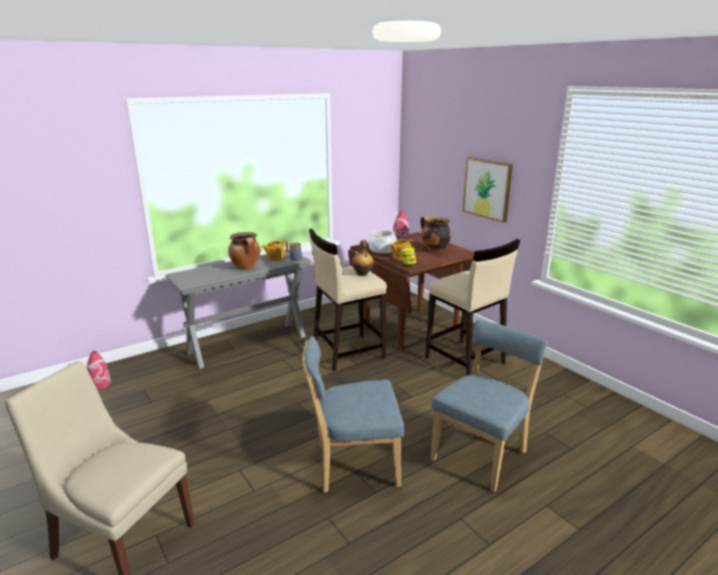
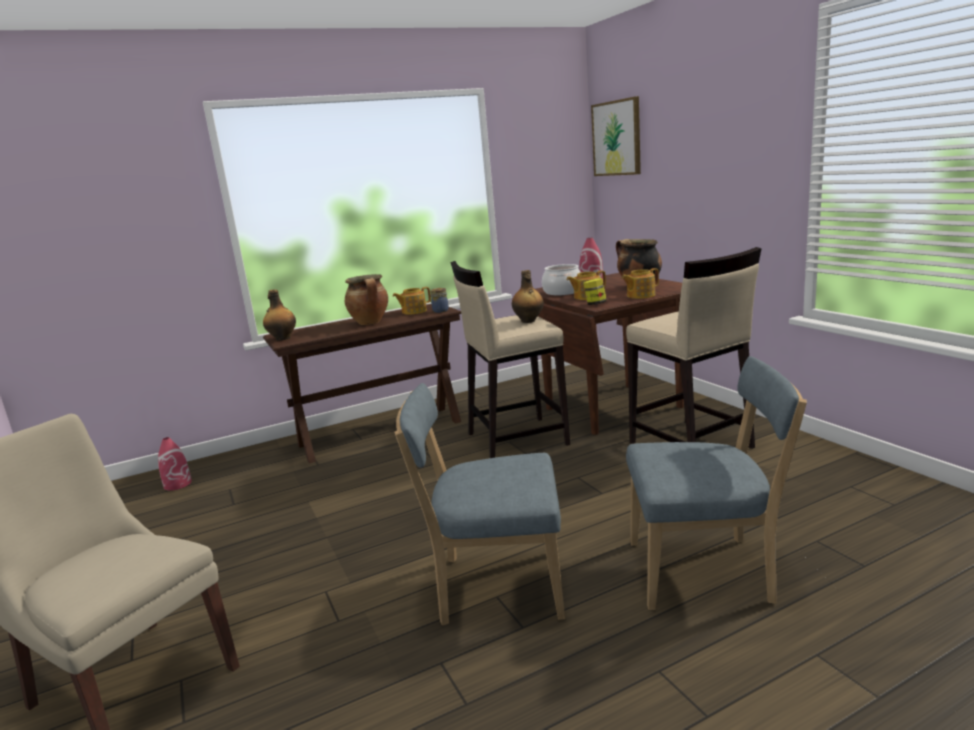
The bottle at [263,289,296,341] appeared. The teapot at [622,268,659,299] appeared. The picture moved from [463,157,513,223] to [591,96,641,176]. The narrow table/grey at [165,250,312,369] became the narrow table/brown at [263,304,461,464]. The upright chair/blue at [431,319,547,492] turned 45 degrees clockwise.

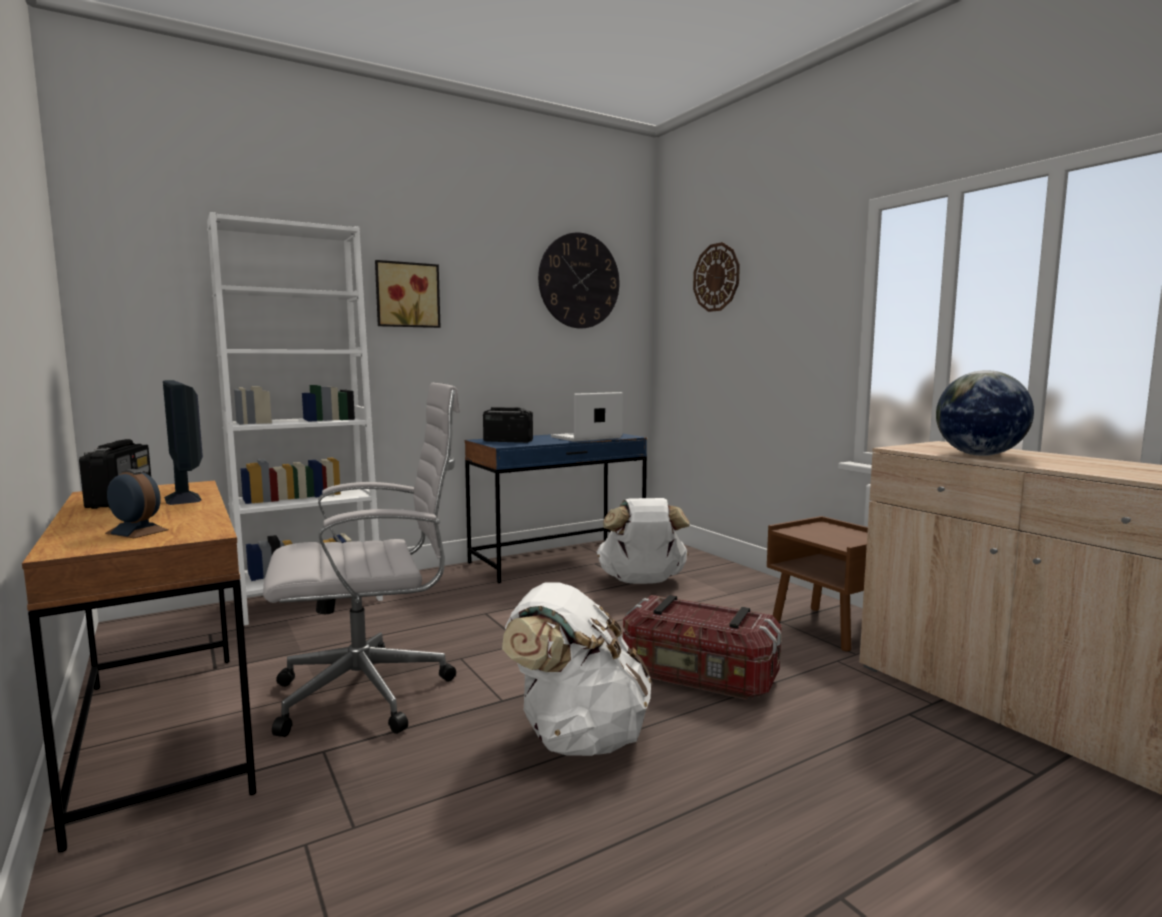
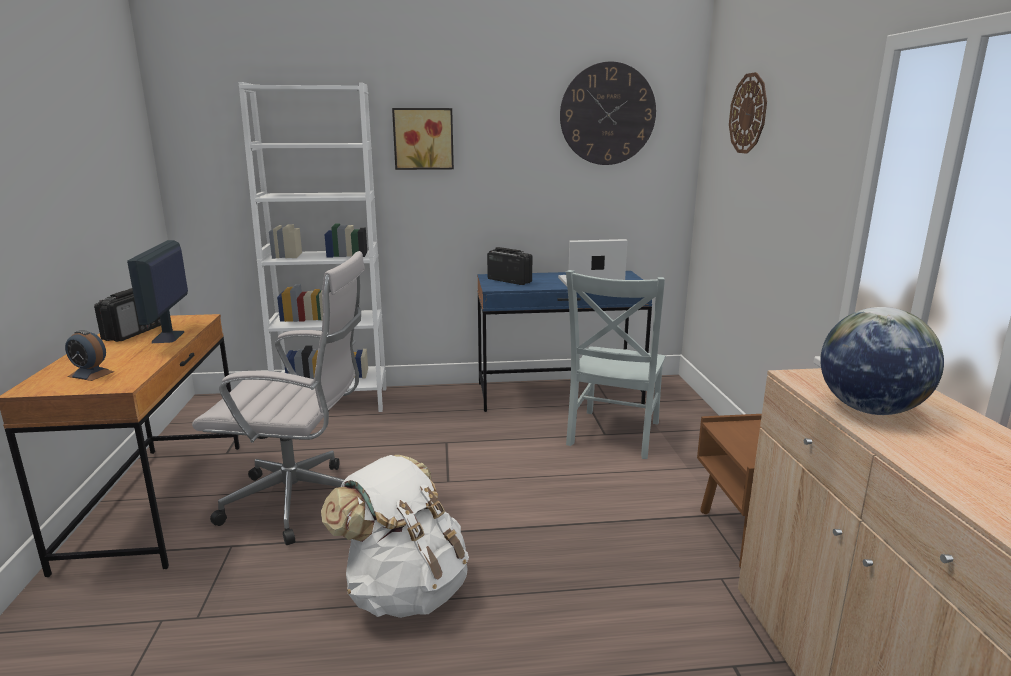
The storage bin at [623,595,782,700] disappeared. The backpack/white-coloured at [597,498,690,584] was replaced by the upright chair/grey at [566,270,665,459]. The bedside clock at [105,469,169,538] turned 150 degrees clockwise.

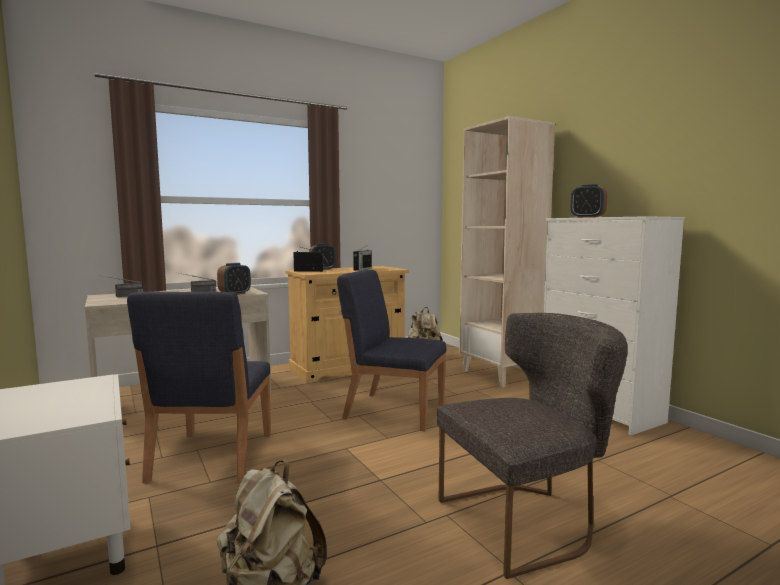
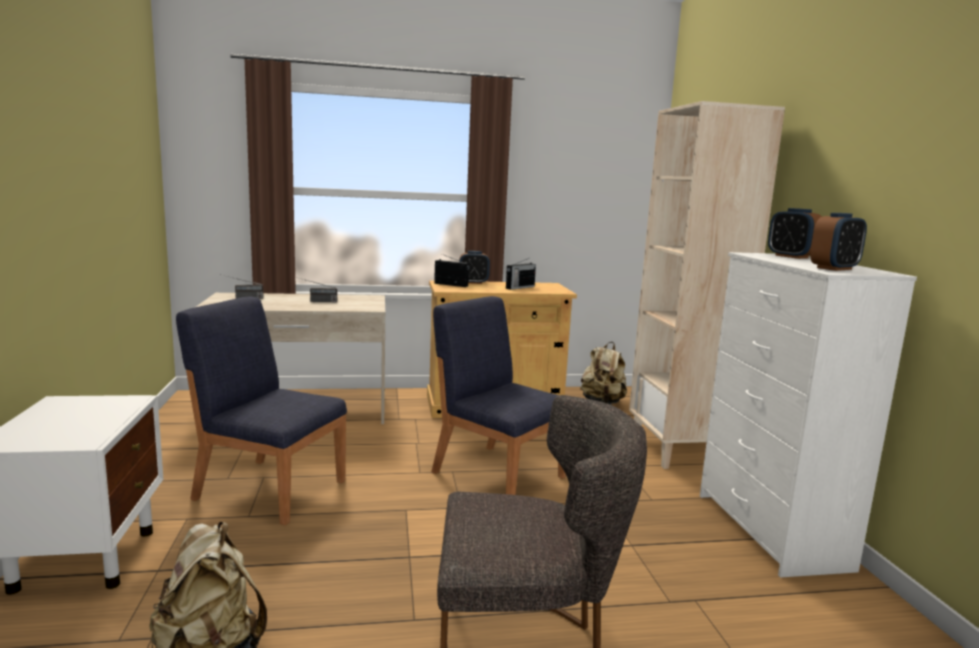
The bedside clock moved from [217,263,251,295] to [810,213,867,271]. The upright chair/blue at [127,292,271,483] turned 90 degrees clockwise.

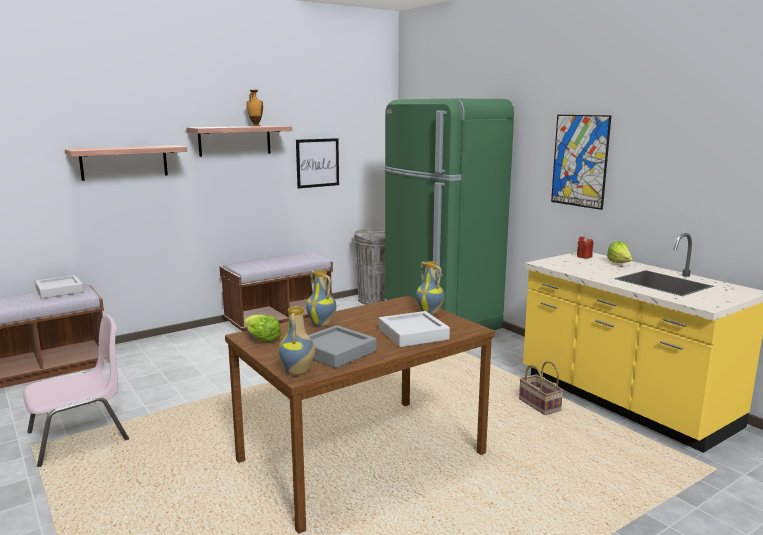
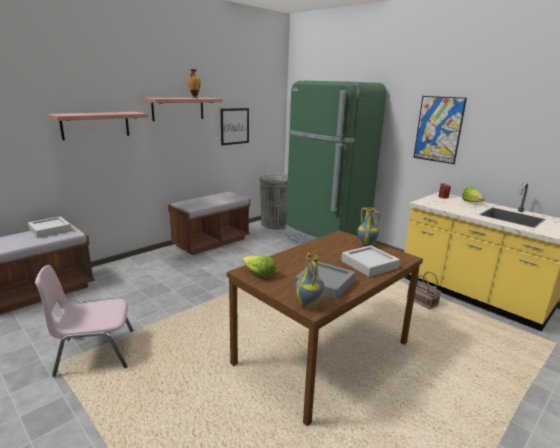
The decorative vase at [306,270,337,327] disappeared. The upright chair/pink-coloured at [23,315,129,467] turned 150 degrees counterclockwise.

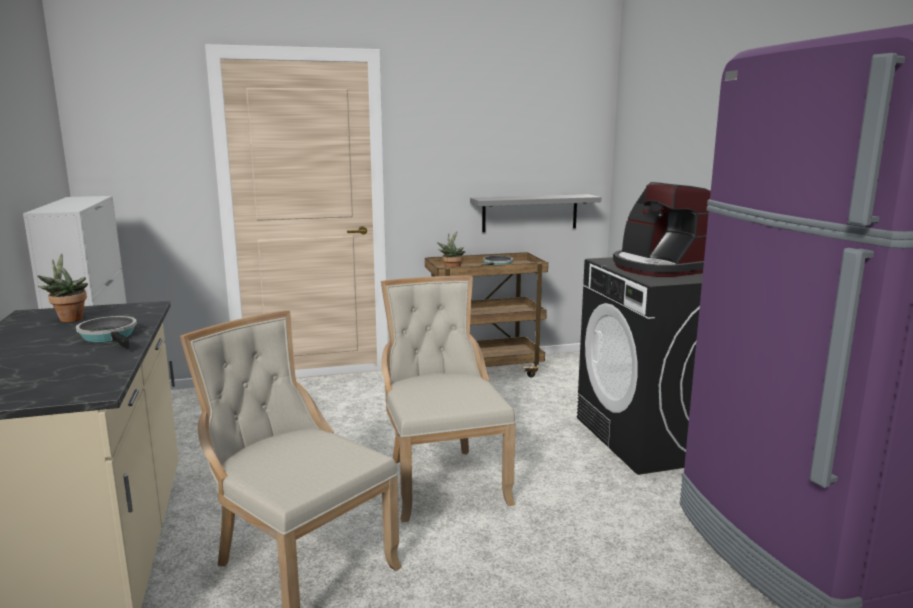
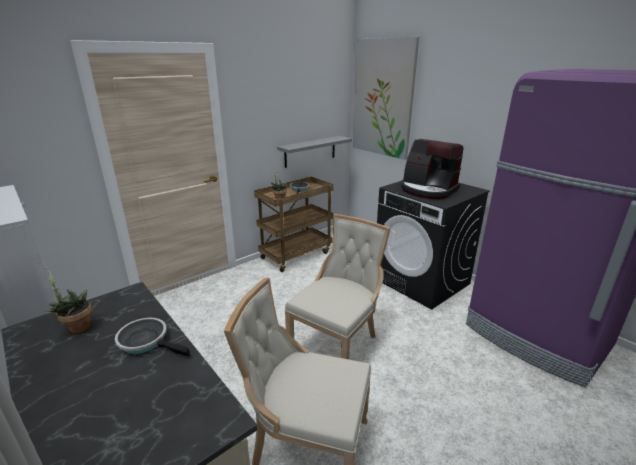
The picture at [353,37,419,160] appeared. The upright chair/beige-coloured at [381,276,516,522] turned 75 degrees clockwise.

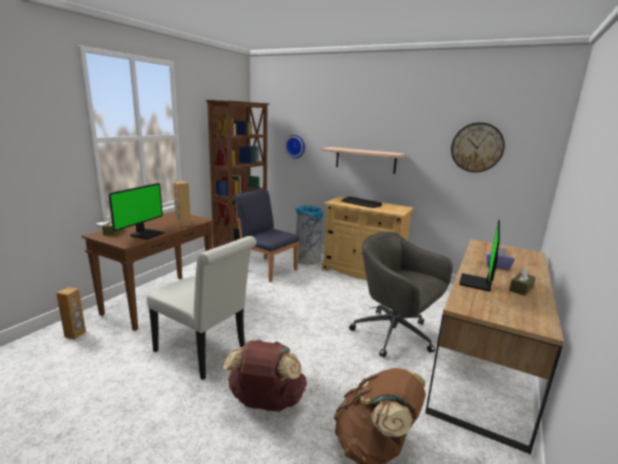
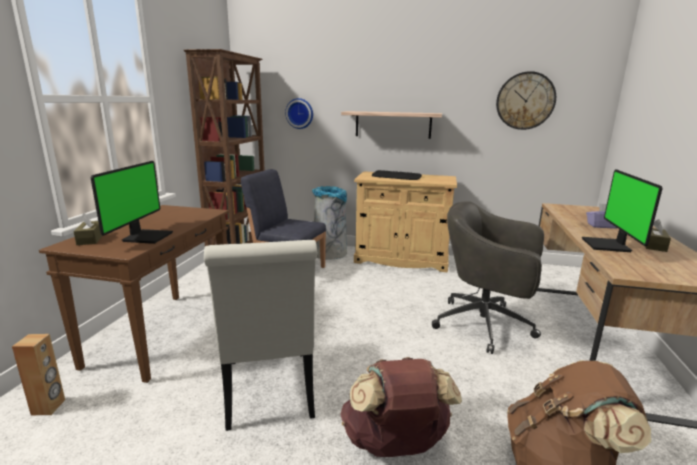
The audio speaker/brown at [173,181,191,227] disappeared. The upright chair/white-coloured at [147,236,257,380] turned 60 degrees clockwise.

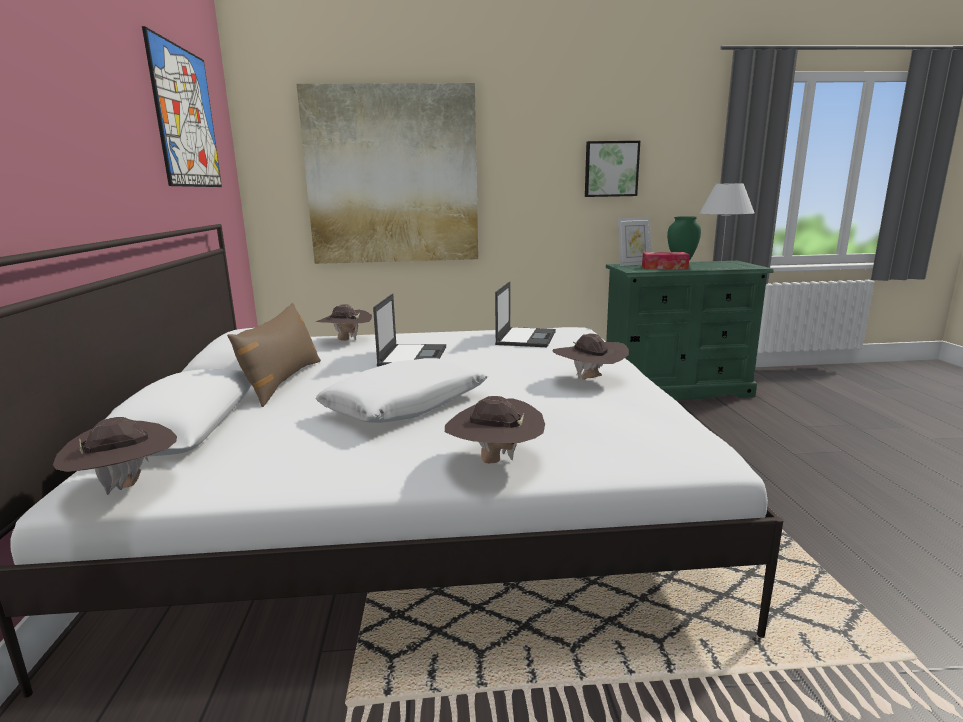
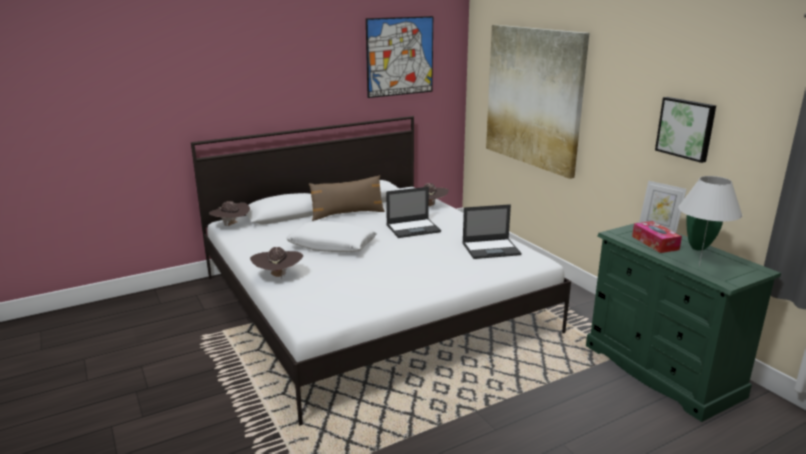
The clothing hat/brown at [552,333,629,379] disappeared.

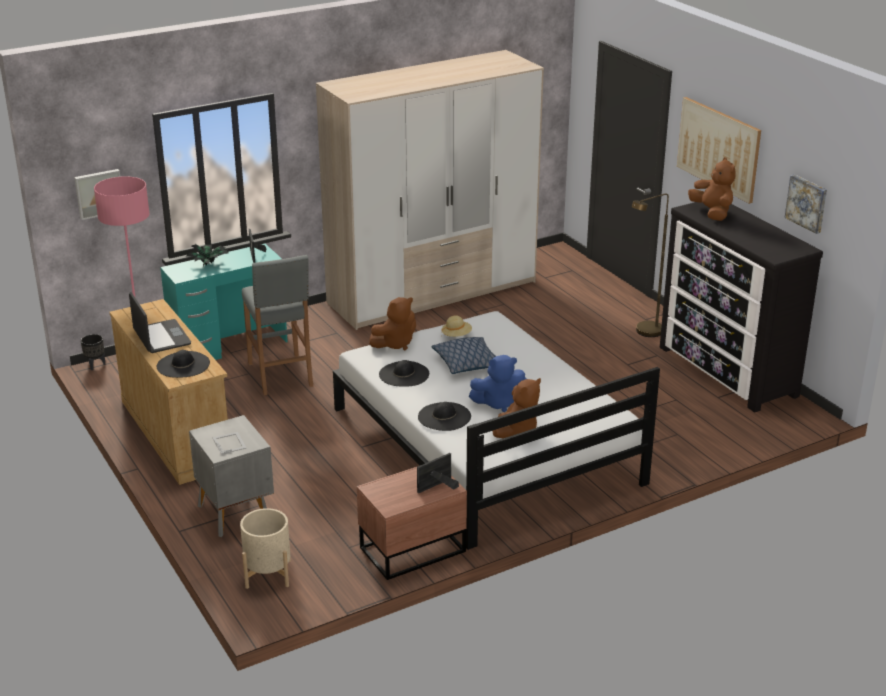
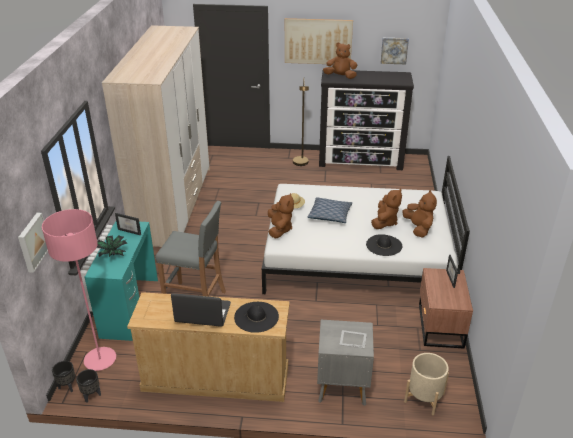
The clothing hat/black at [379,360,429,387] disappeared. The plant pot/black at [76,369,101,403] appeared. The plush toy/blue at [469,355,527,412] became the plush toy/brown at [371,189,402,229].

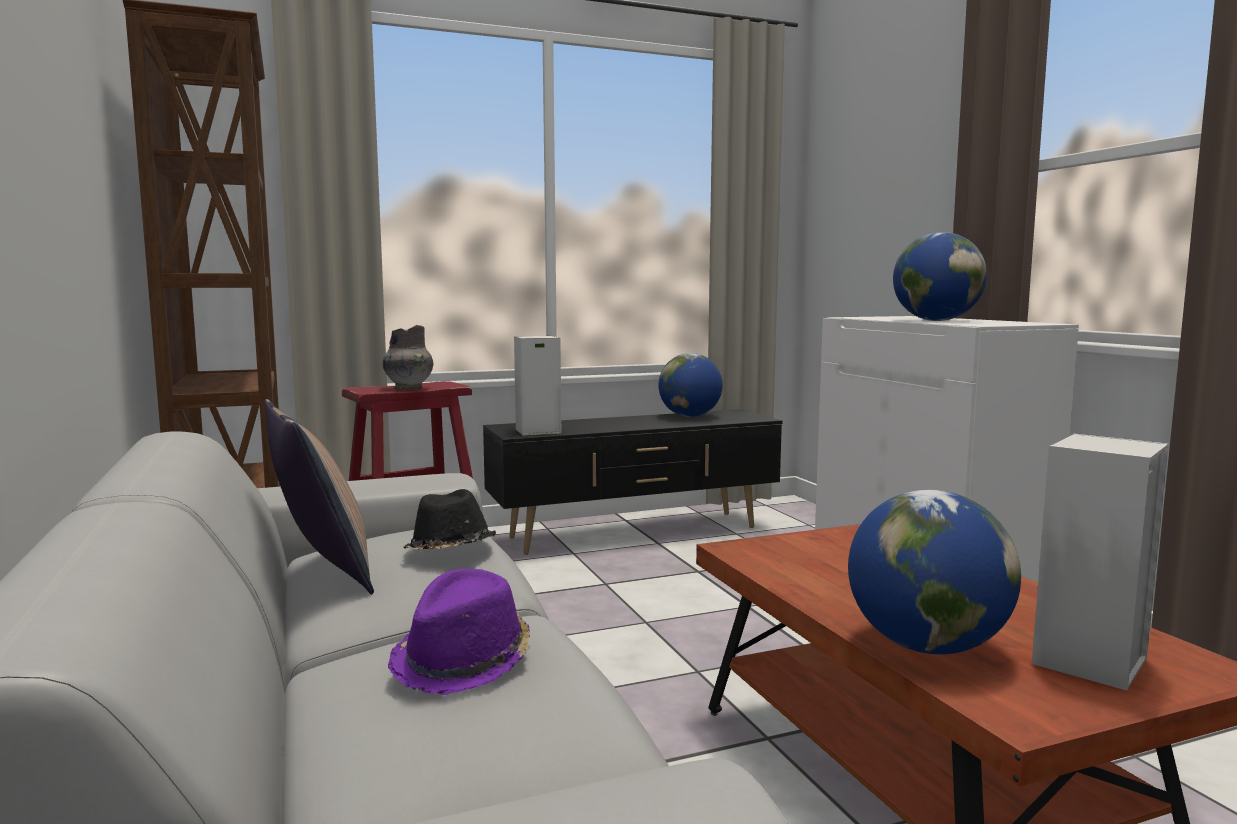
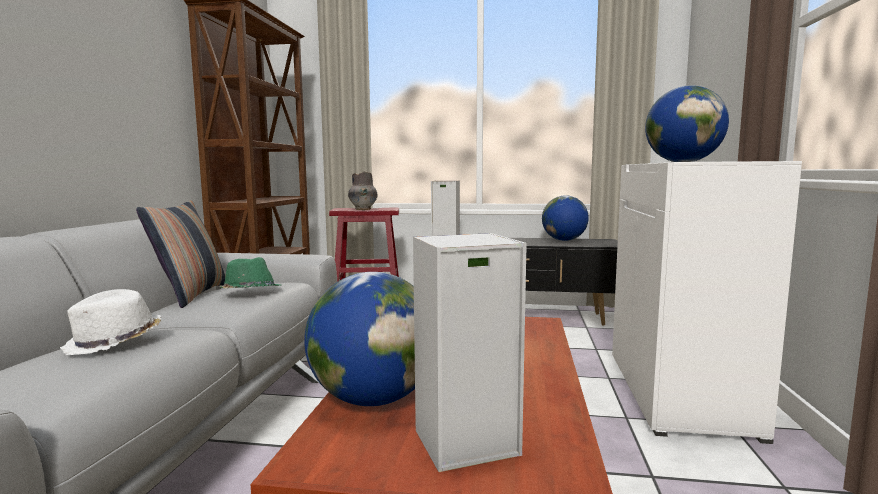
The clothing hat/purple at [388,569,530,695] became the clothing hat/white-coloured at [60,289,161,355]. The clothing hat/black at [404,489,496,550] became the clothing hat/green at [220,257,281,289].

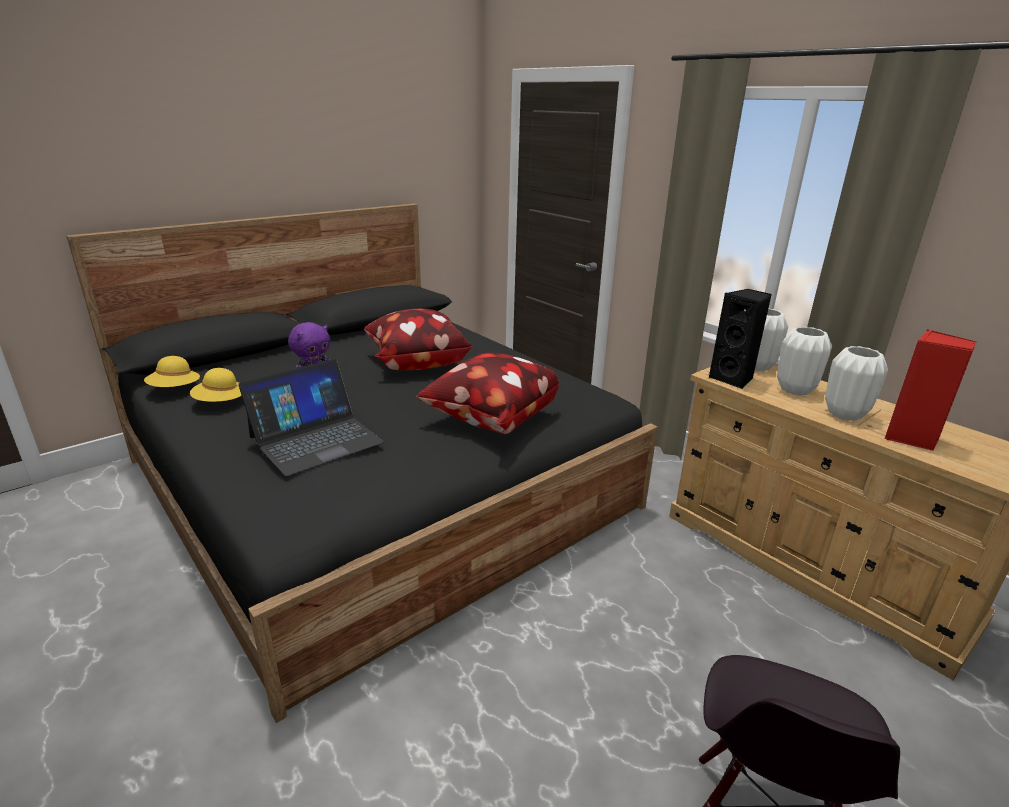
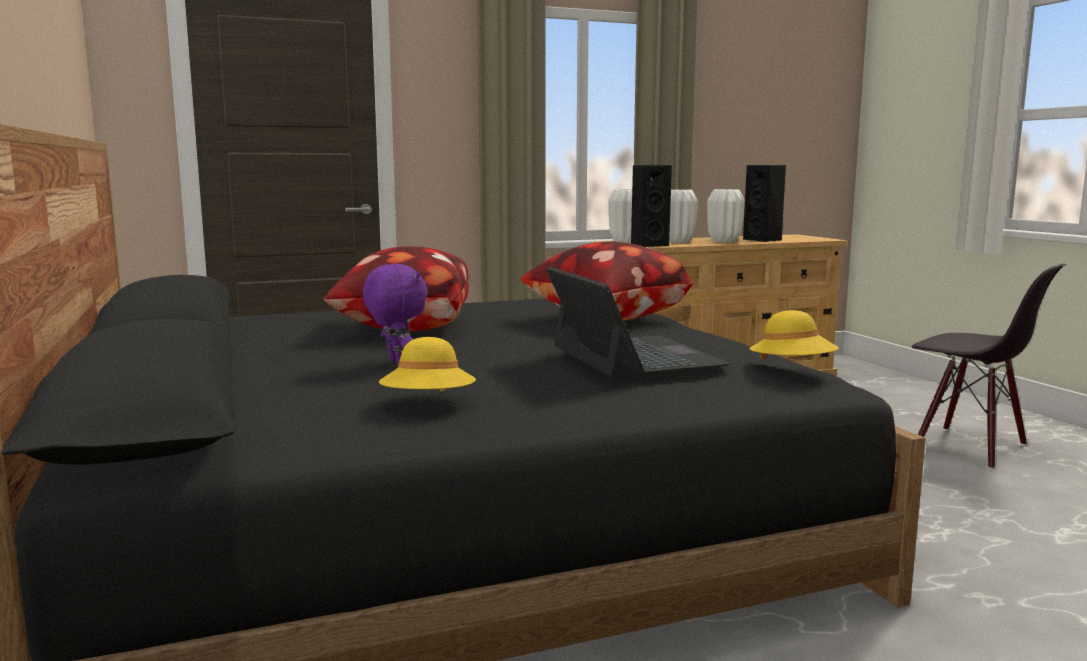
The clothing hat/yellowish moved from [144,356,200,387] to [749,310,839,361]. The audio speaker/reddish at [884,329,977,451] became the audio speaker/black at [743,165,786,242].

